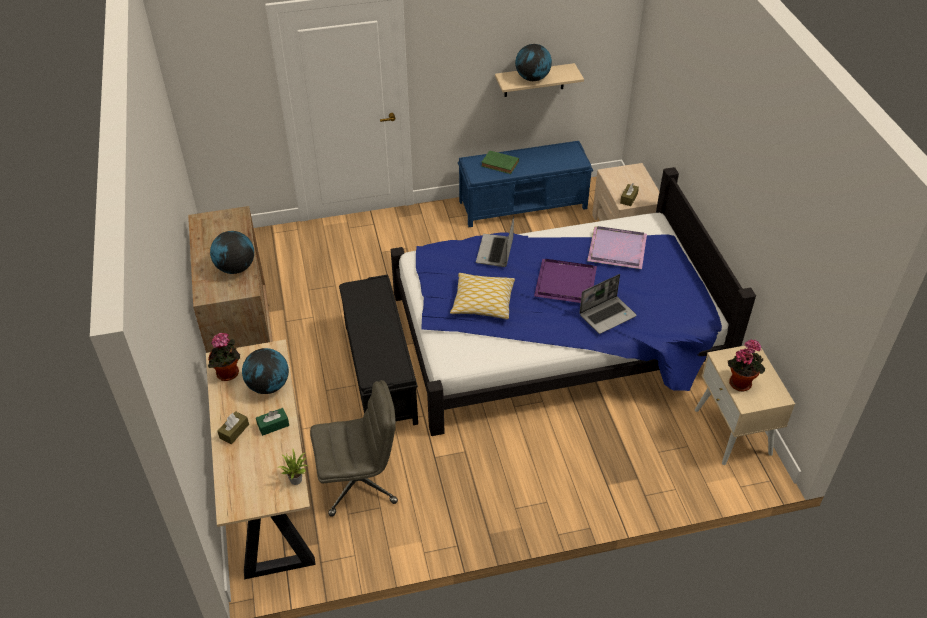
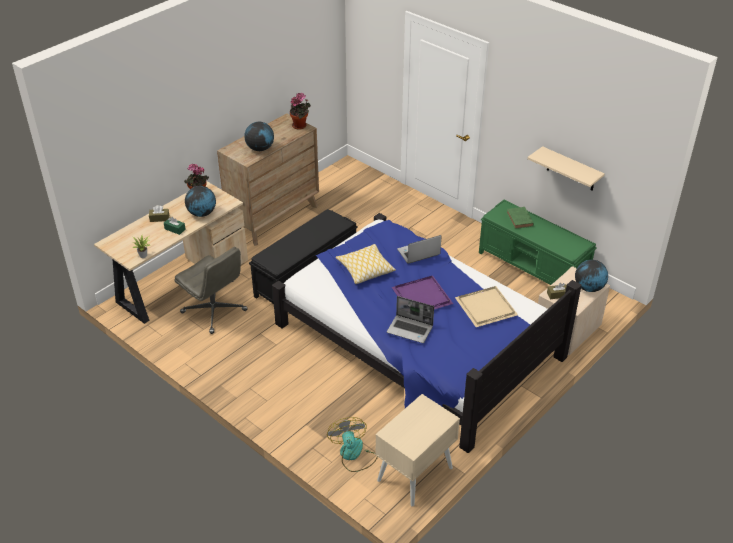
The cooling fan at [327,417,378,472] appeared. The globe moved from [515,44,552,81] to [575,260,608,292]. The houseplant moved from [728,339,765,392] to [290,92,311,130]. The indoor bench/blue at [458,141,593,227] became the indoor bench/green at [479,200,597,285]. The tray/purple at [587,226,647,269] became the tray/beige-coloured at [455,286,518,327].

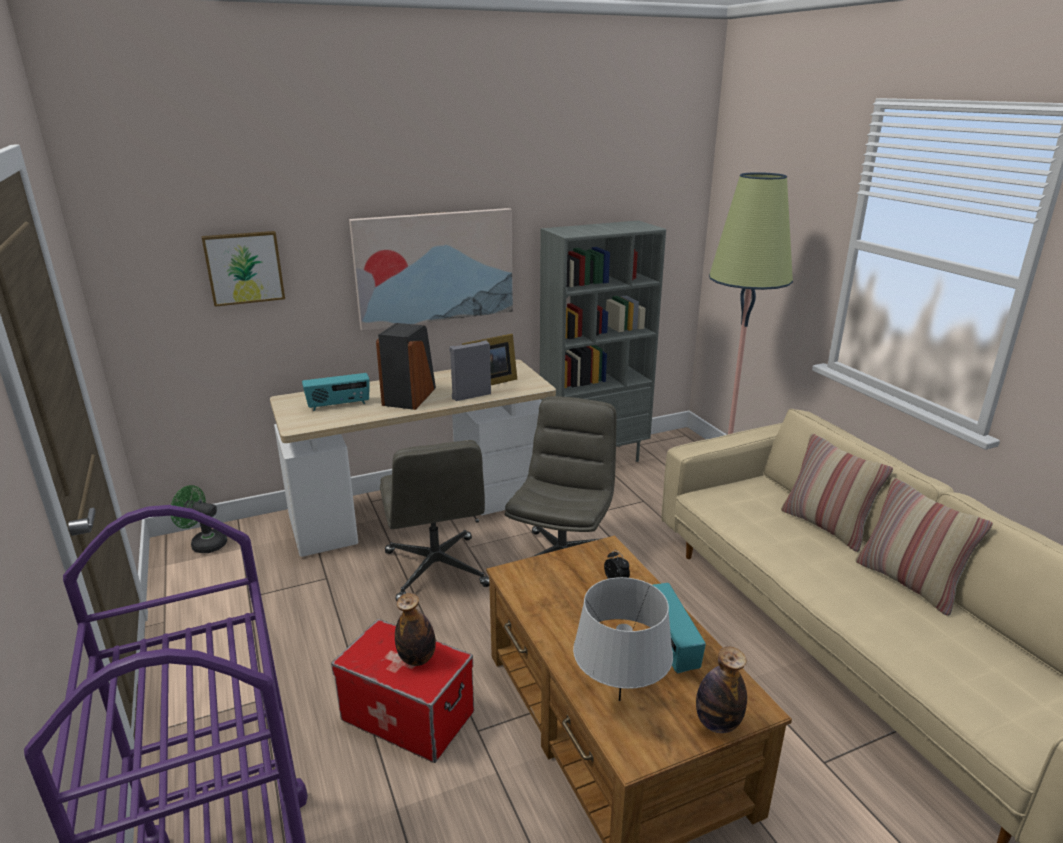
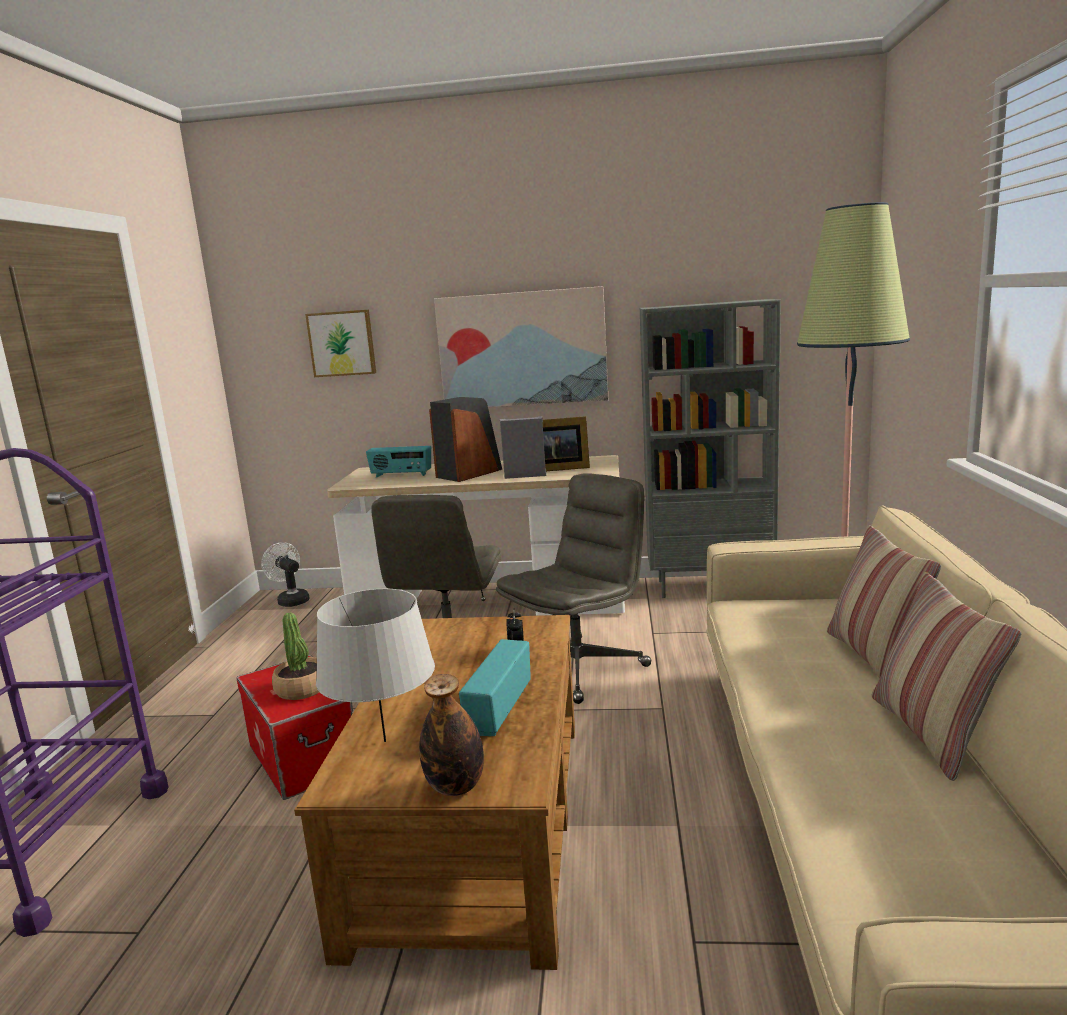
The bottle at [395,593,436,666] was replaced by the houseplant at [272,613,319,700]. The cooling fan/green at [171,485,227,553] became the cooling fan/white-coloured at [261,542,310,607].

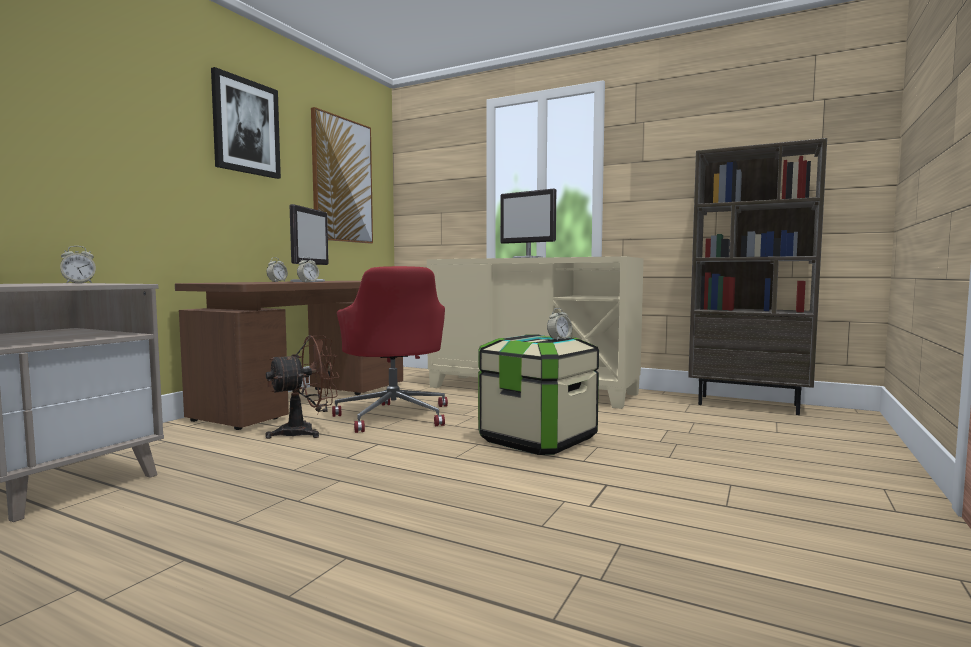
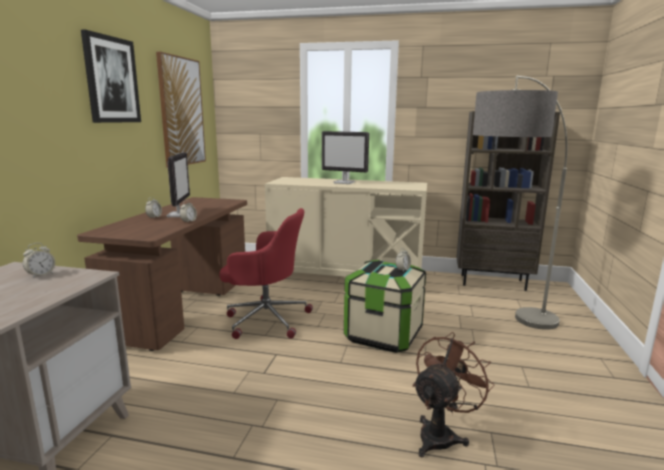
The floor lamp at [473,76,567,330] appeared. The cooling fan/brown moved from [265,335,339,439] to [413,332,495,457]. The desk chair/reddish at [332,266,448,433] turned 45 degrees counterclockwise.

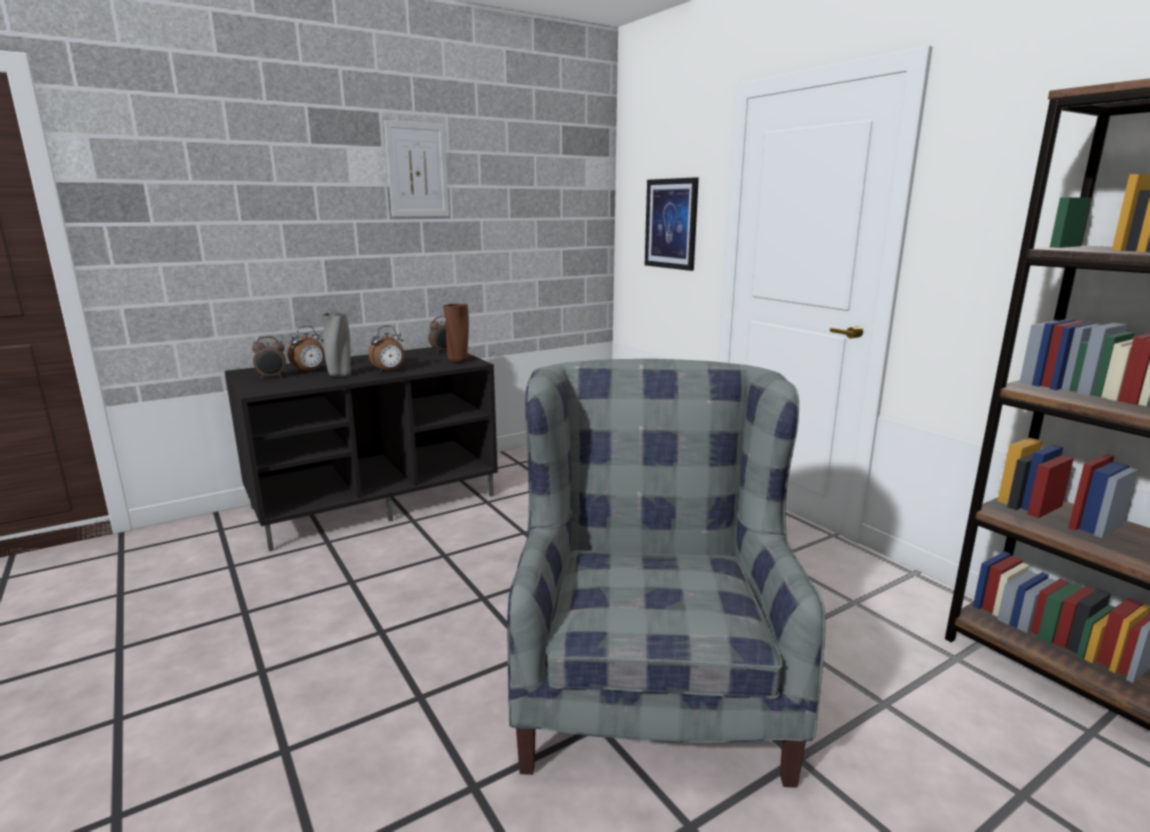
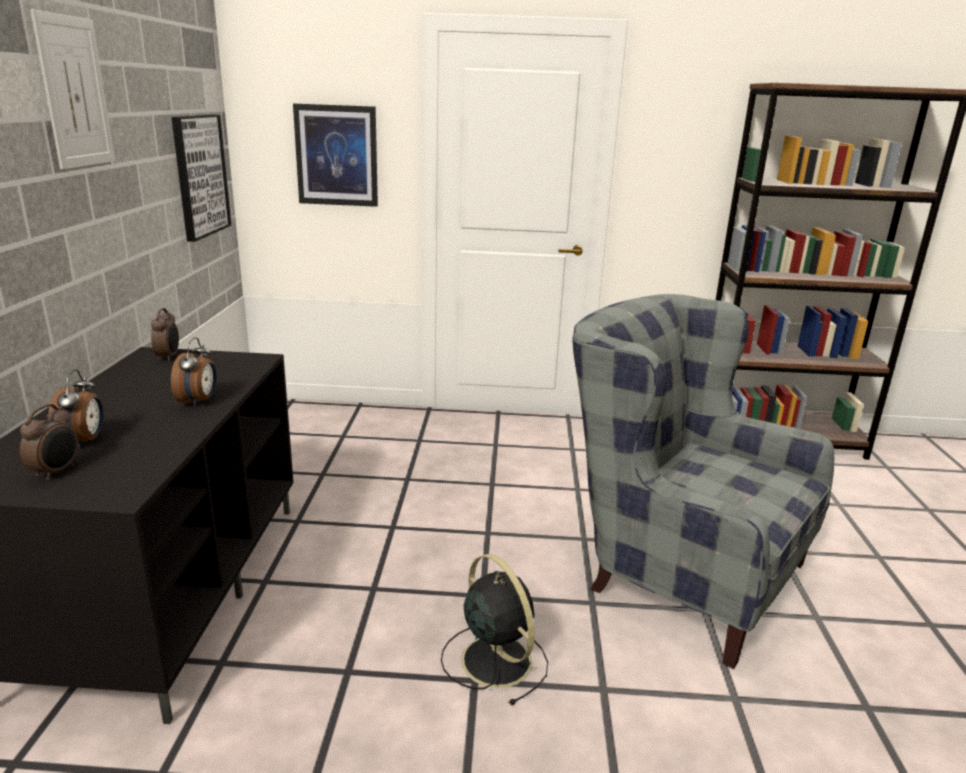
The decorative vase/grey at [321,312,351,377] disappeared. The decorative vase/brown at [443,304,469,363] disappeared. The picture at [171,114,231,242] appeared. The cooling fan/black at [441,554,548,705] appeared.

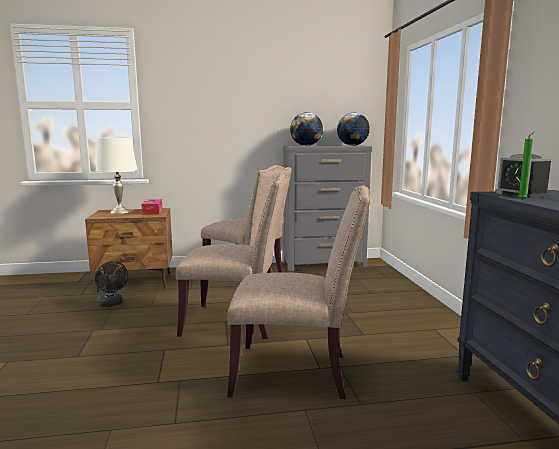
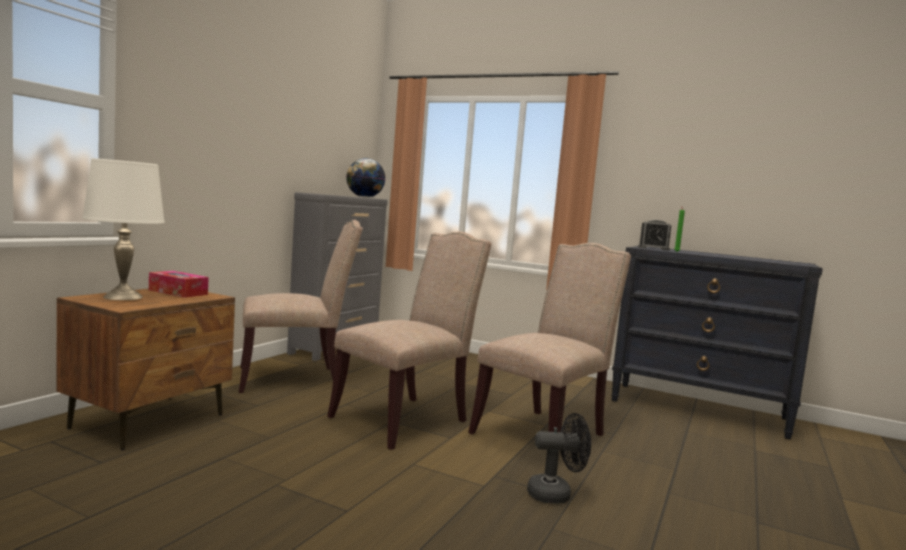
The globe at [290,112,323,146] disappeared. The cooling fan/black moved from [95,261,128,307] to [527,413,591,504].

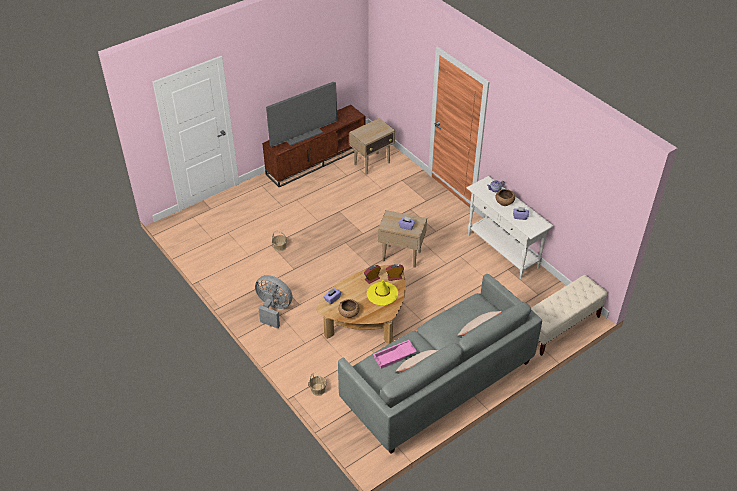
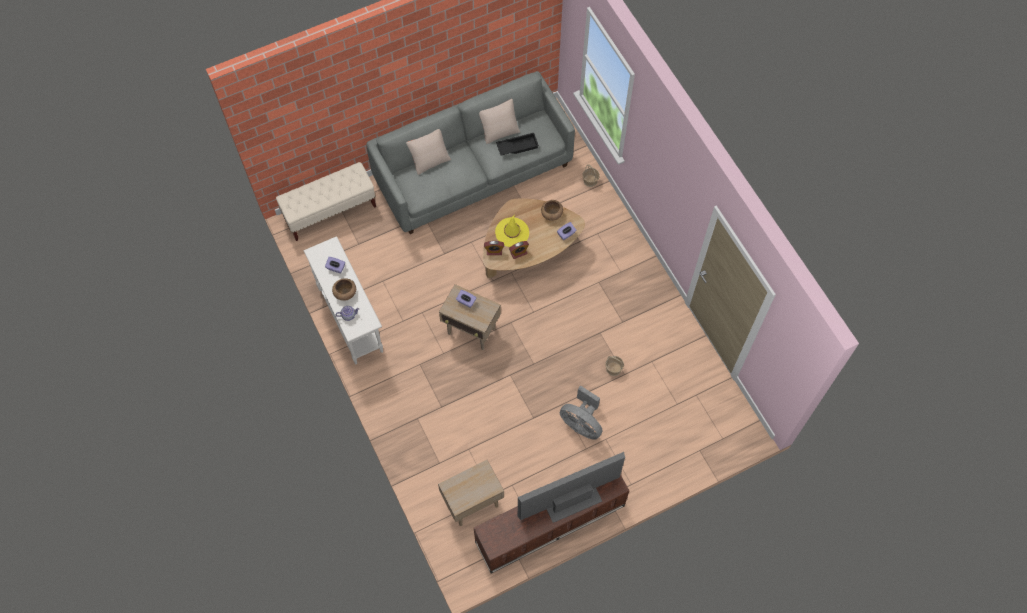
The cooling fan/grey moved from [255,275,293,329] to [560,385,602,440]. The tray/pink-coloured at [373,340,417,369] became the tray/black at [496,133,539,155].

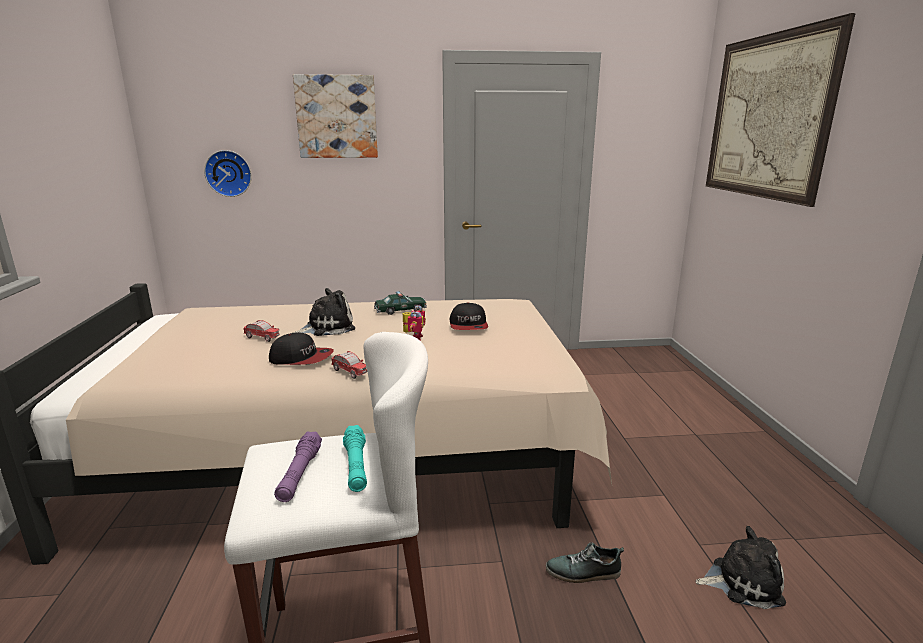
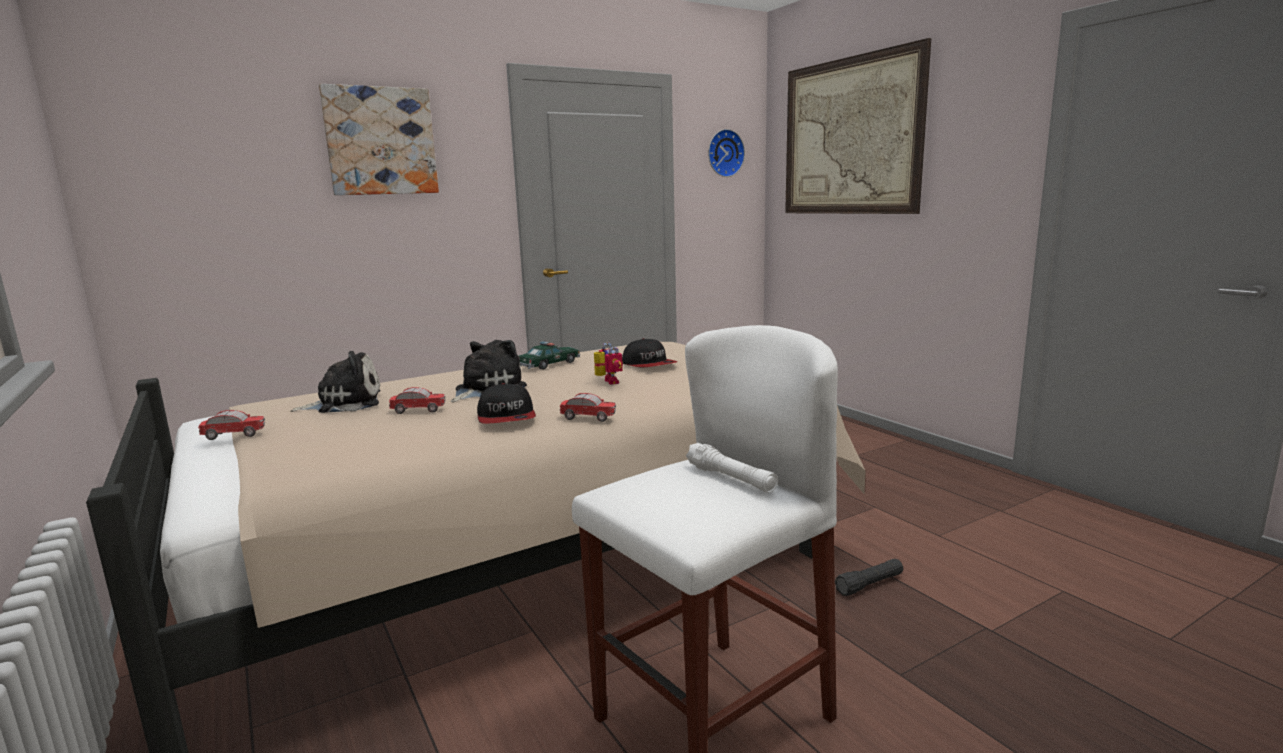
The torch/purple at [274,431,322,502] disappeared. The model car at [198,410,265,440] appeared. The wall clock moved from [204,150,252,197] to [708,129,745,177]. The plush toy moved from [695,526,786,609] to [291,351,381,413]. The low shoe at [546,542,624,583] was replaced by the torch/black at [835,559,903,596]. The torch/turquoise-coloured at [343,425,367,492] became the torch/white-coloured at [686,443,778,493]. The baseball cap at [269,332,334,365] turned 90 degrees clockwise.

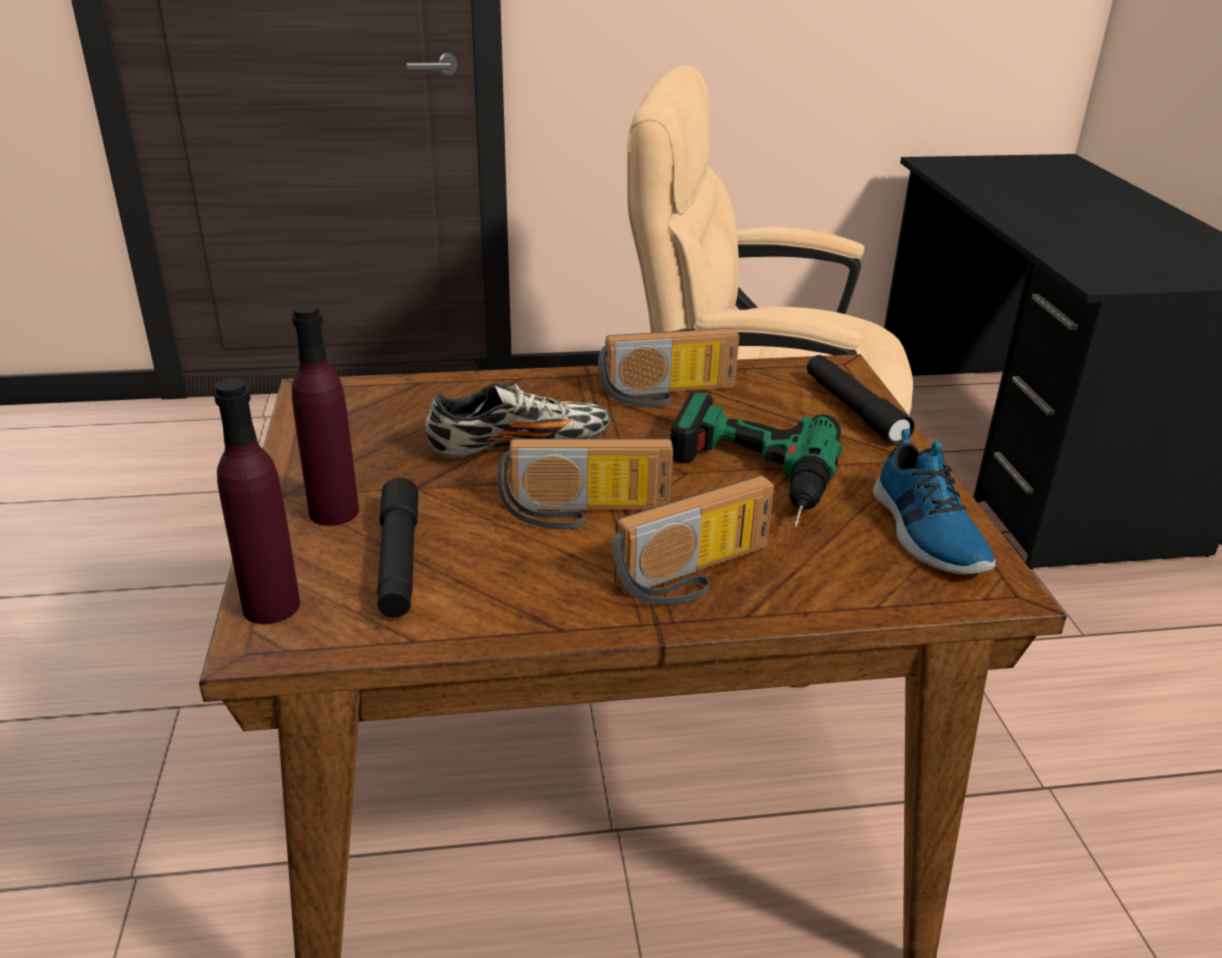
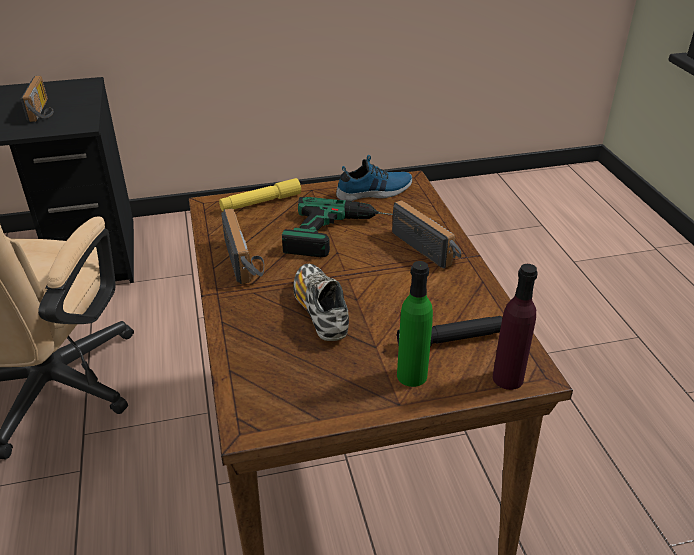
The radio moved from [498,438,673,529] to [21,76,54,122]. The bottle/purple at [292,304,359,526] became the bottle/green at [397,261,433,387]. The torch/black at [807,355,914,445] became the torch/yellowish at [219,178,301,211].

